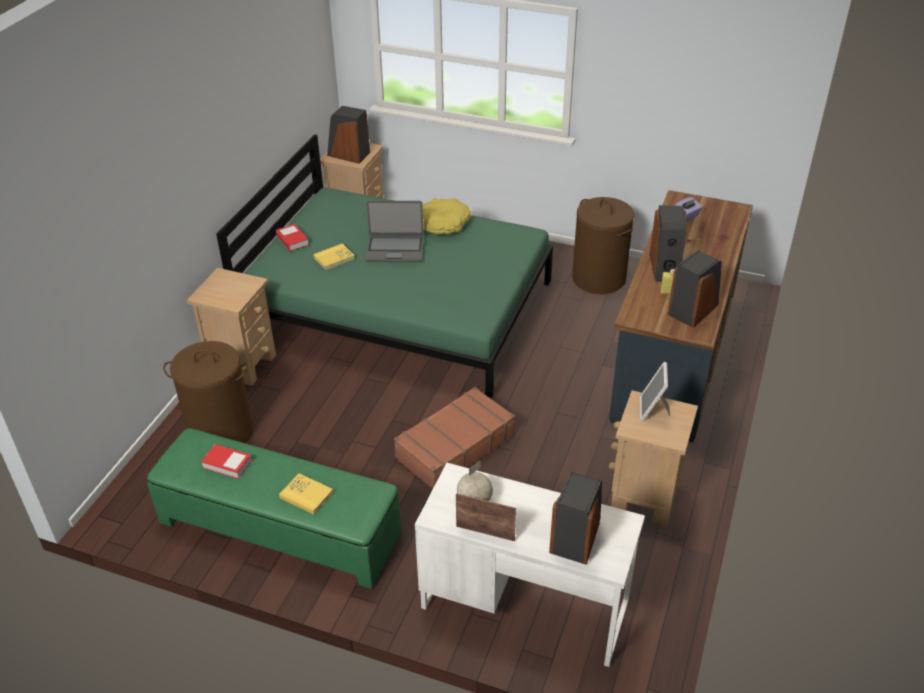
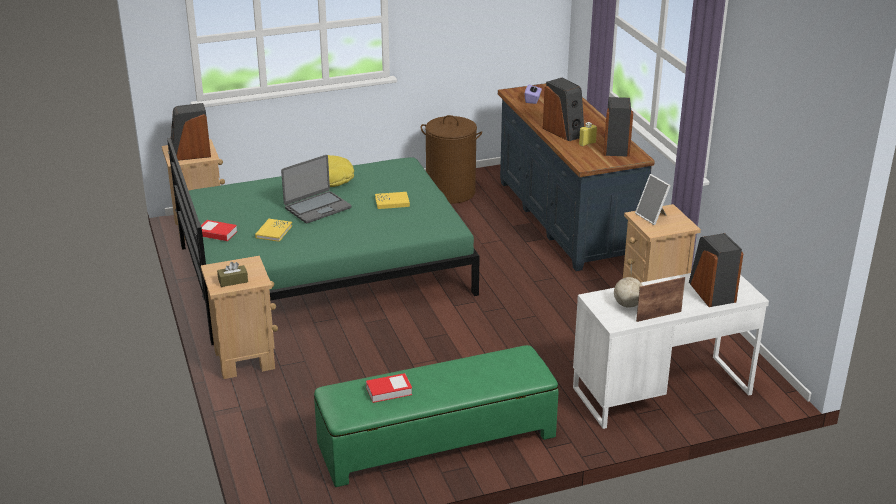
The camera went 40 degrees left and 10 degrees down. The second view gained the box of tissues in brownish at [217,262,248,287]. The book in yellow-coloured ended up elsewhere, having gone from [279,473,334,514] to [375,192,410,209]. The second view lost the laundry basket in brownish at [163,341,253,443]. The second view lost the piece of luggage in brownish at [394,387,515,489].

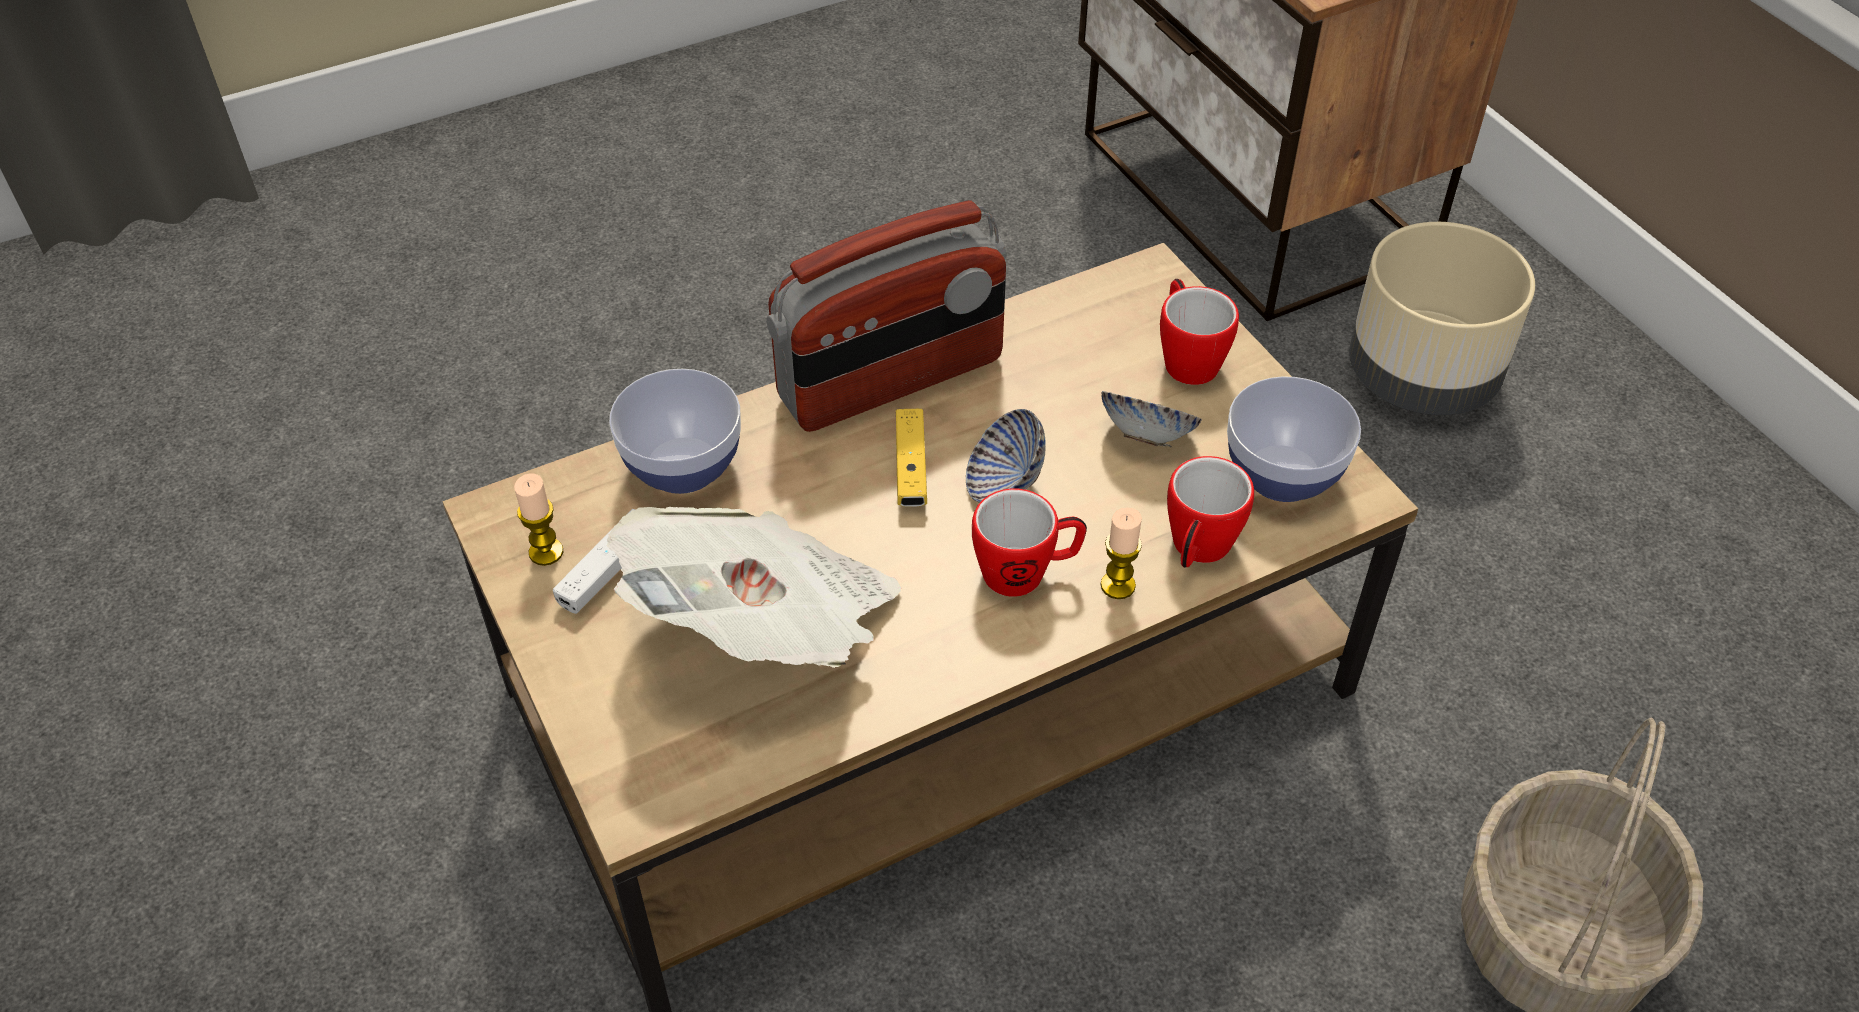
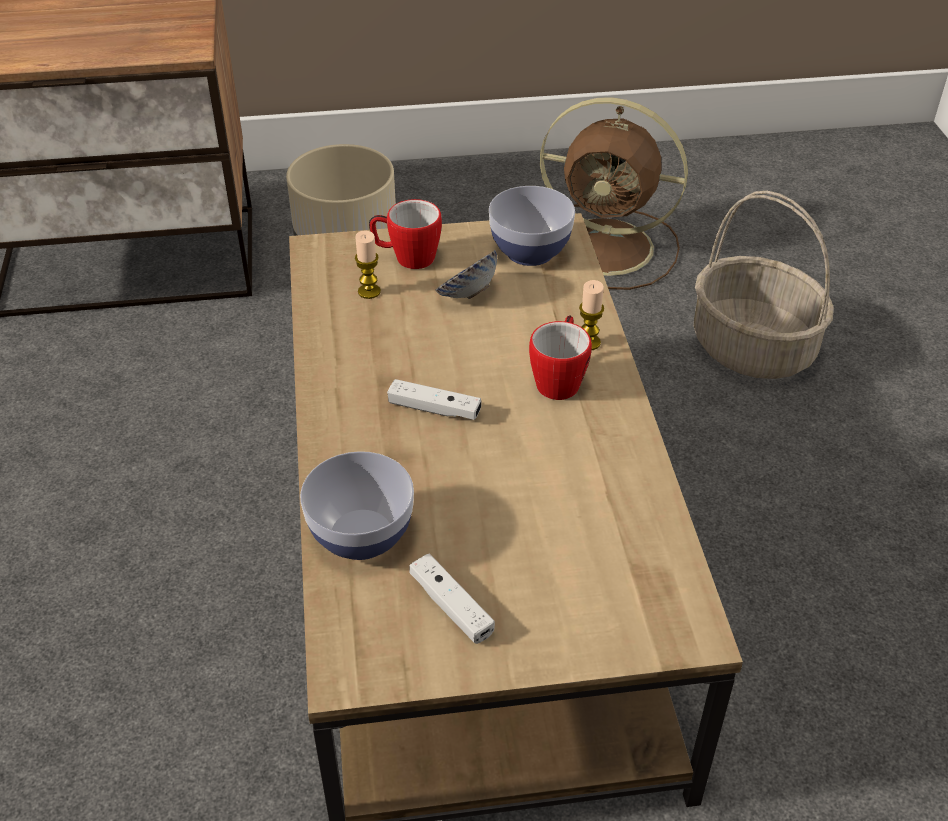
The camera went 70 degrees left and 5 degrees down. The wax light ended up elsewhere, having gone from [514,473,564,566] to [355,230,381,299]. What was the game controller in yellow-coloured at [896,409,927,507] turned into the game controller in white-coloured at [387,379,481,420]. The second view gained the electric fan in brownish at [540,97,688,290]. The second view lost the printed paper at [607,507,901,668]. The second view lost the radio at [766,200,1006,432]. The second view lost the bowl at [966,409,1046,503]. The second view lost the tea mug at [1167,456,1254,568].

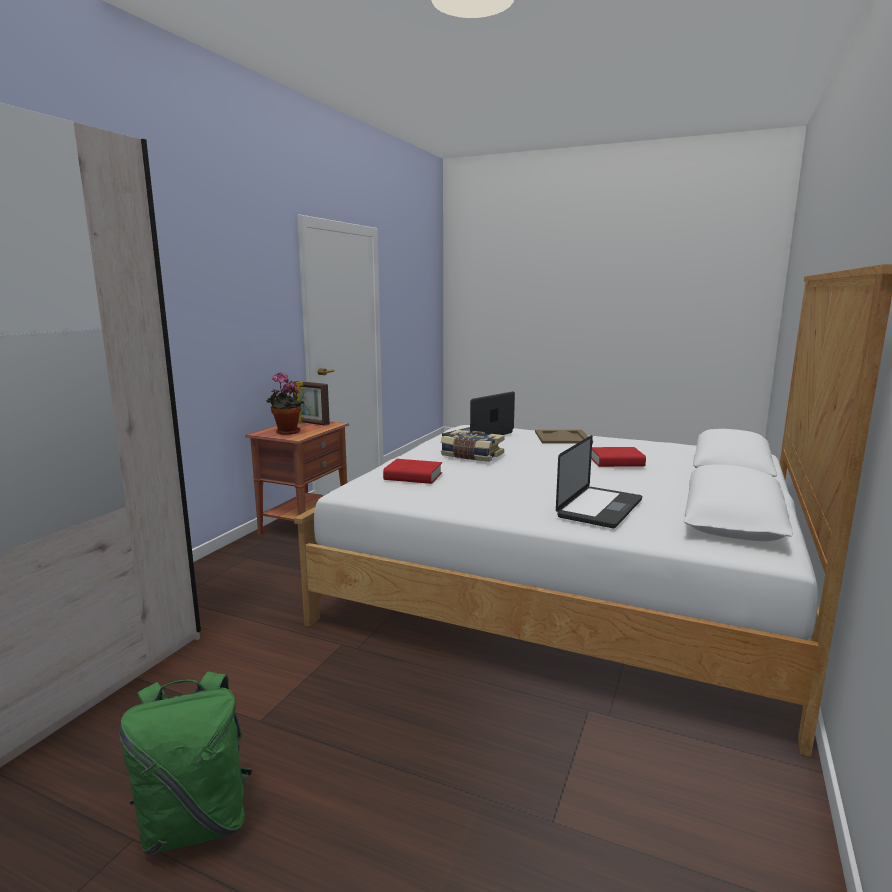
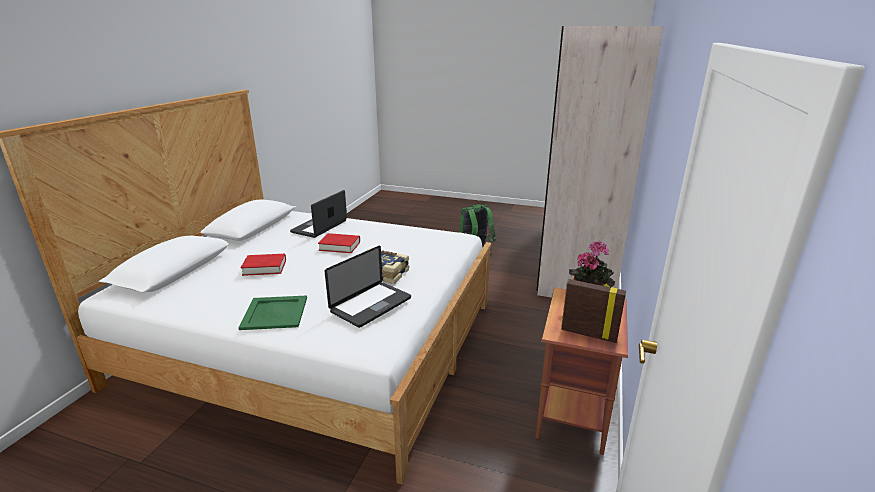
The camera went 175 degrees right and 10 degrees up. What was the serving tray in beige at [535,430,593,444] turned into the serving tray in green at [238,295,307,330]. The book in red ended up elsewhere, having gone from [383,459,442,484] to [318,233,360,253].

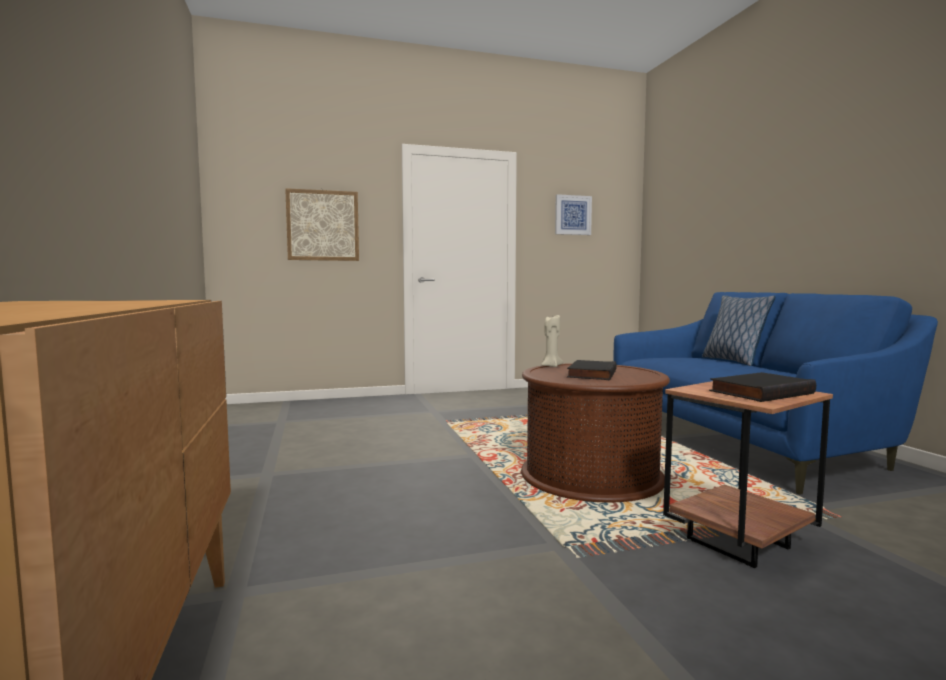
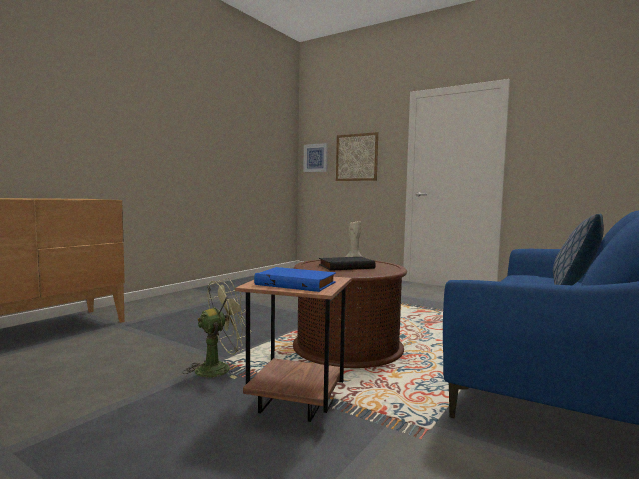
The camera went 50 degrees right and 0 degrees up. The second view gained the electric fan in green at [182,278,252,379]. What was the book in blackish at [709,372,816,402] turned into the book in blue-coloured at [254,267,336,292]. The wall picture ended up elsewhere, having gone from [555,194,592,235] to [303,143,328,172].

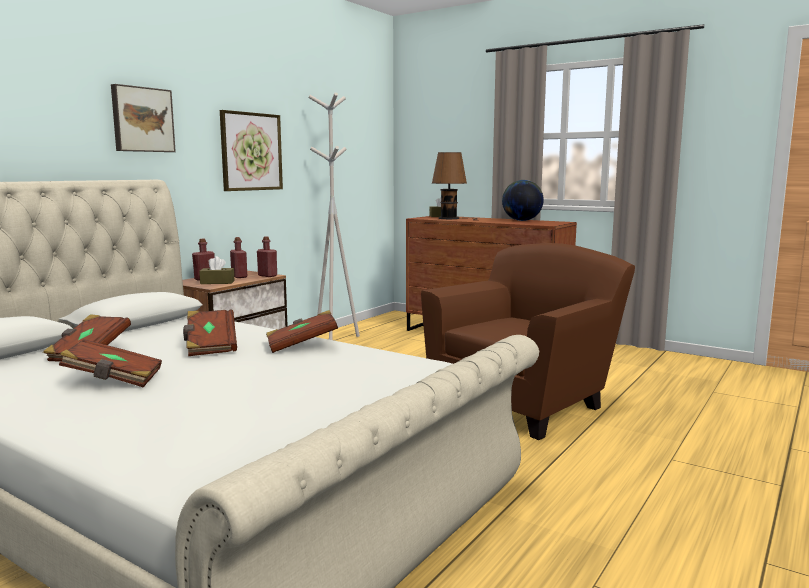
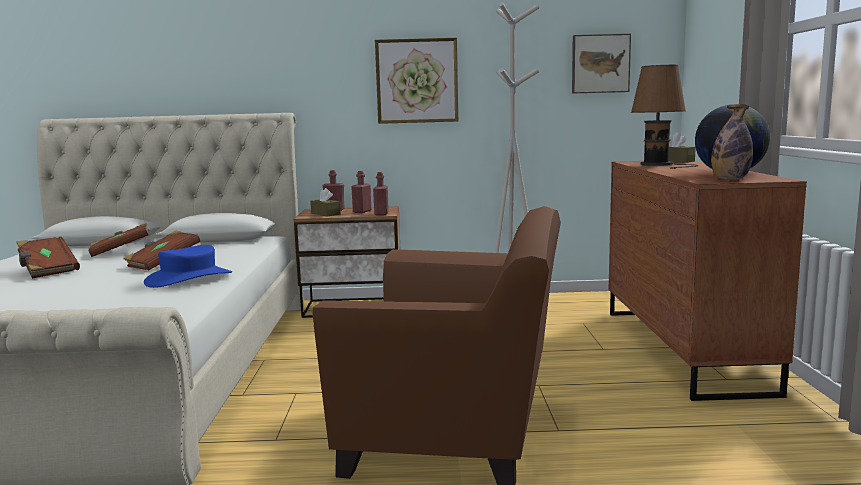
The camera went 55 degrees right and 0 degrees up. Where the book in brownish stood at [266,310,338,353], the hat in blue-coloured came to stand at [144,245,232,288]. The wall picture ended up elsewhere, having gone from [111,84,176,152] to [572,34,631,94]. The second view gained the drink bottle at [711,104,753,180].

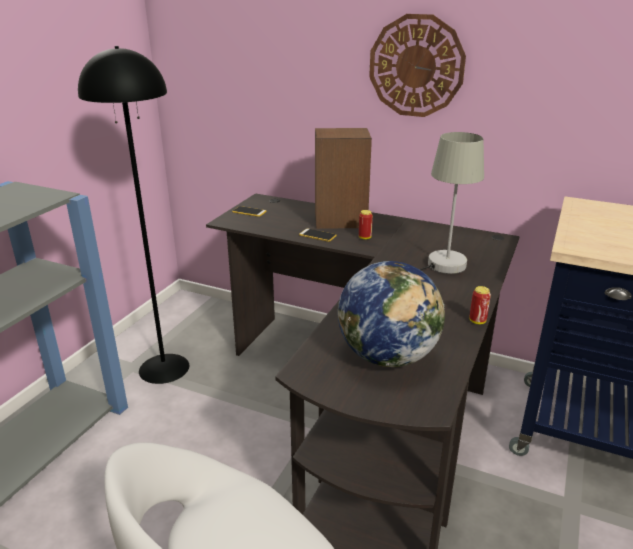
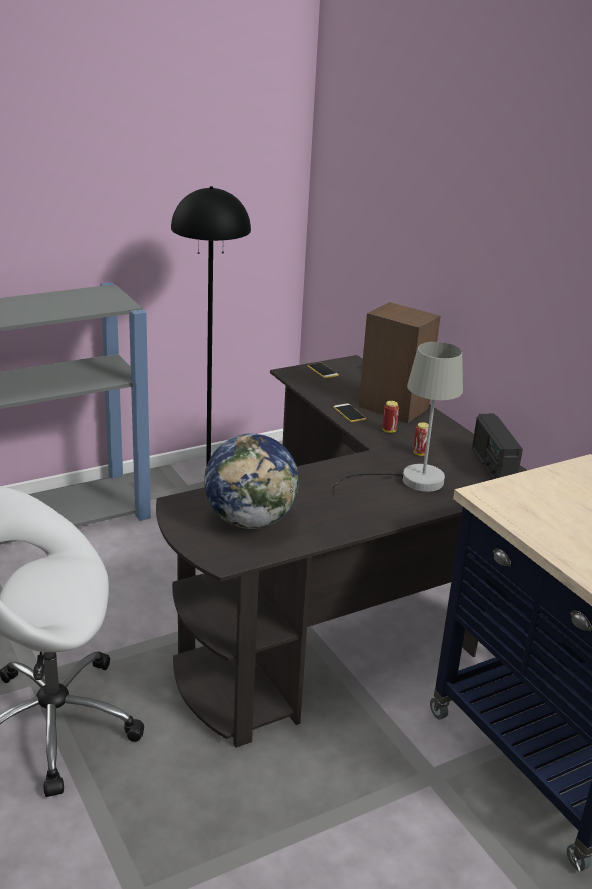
The camera went 35 degrees right and 0 degrees up. The can ended up elsewhere, having gone from [470,286,491,324] to [413,422,429,456]. The second view gained the radio at [472,413,523,479]. The second view lost the wall clock at [369,14,466,117].

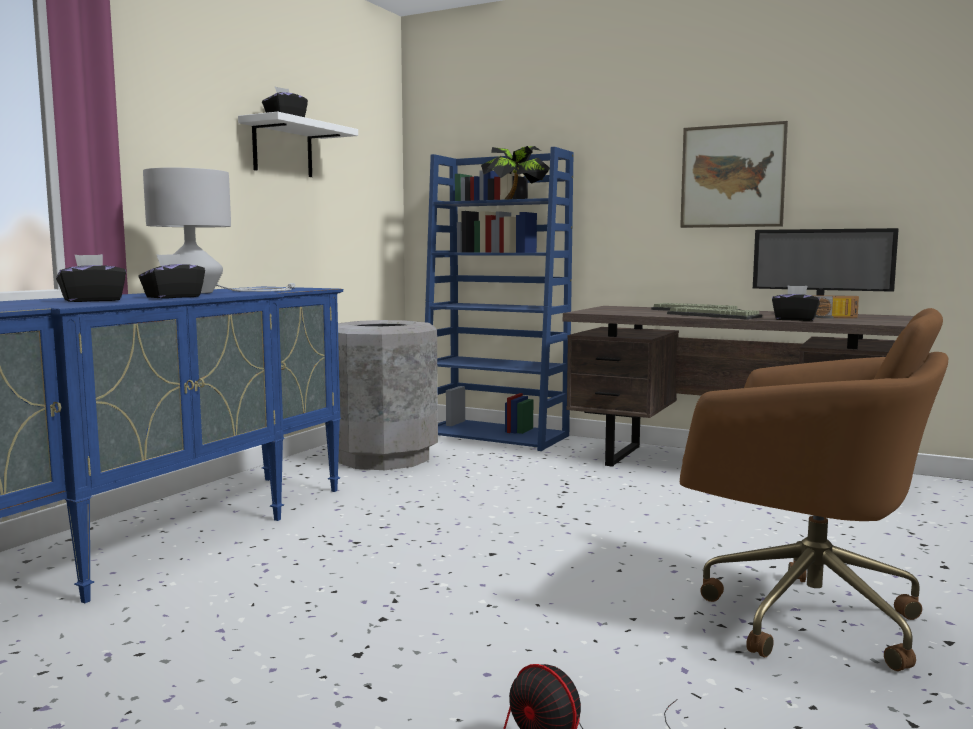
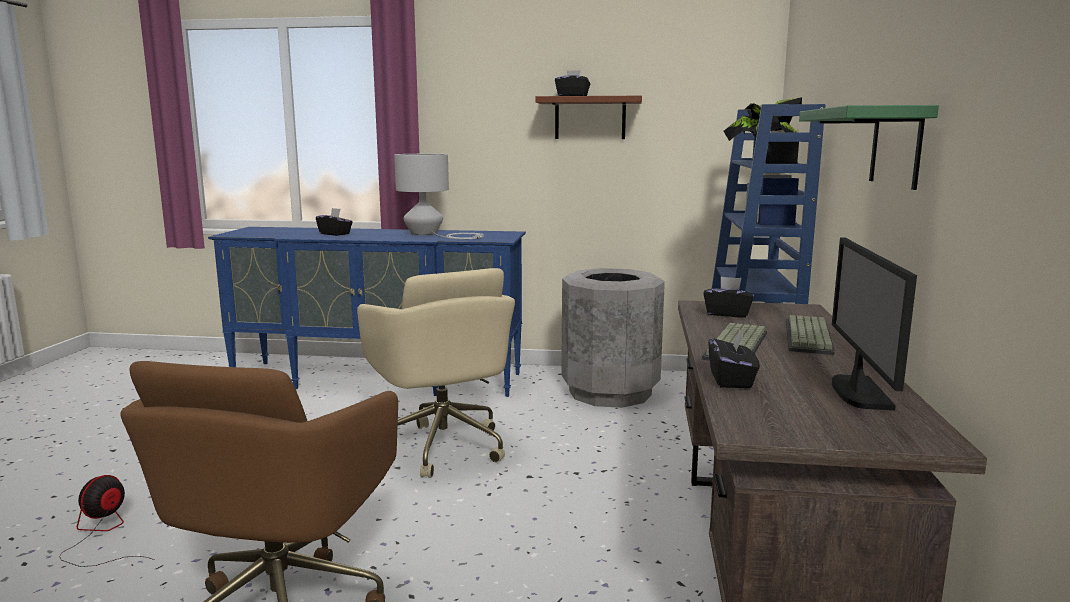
The camera went 70 degrees right and 5 degrees up. The second view gained the desk chair in beige at [357,268,515,478]. What was the shelf in white-coloured at [238,112,358,177] turned into the shelf in brownish at [535,96,642,139]. The box of tissues in blackish ended up elsewhere, having gone from [138,254,205,299] to [704,277,754,318]. Where the wall picture hung at [680,121,788,228], the shelf in green came to hang at [799,105,939,190]. The second view lost the radio at [815,296,859,319].

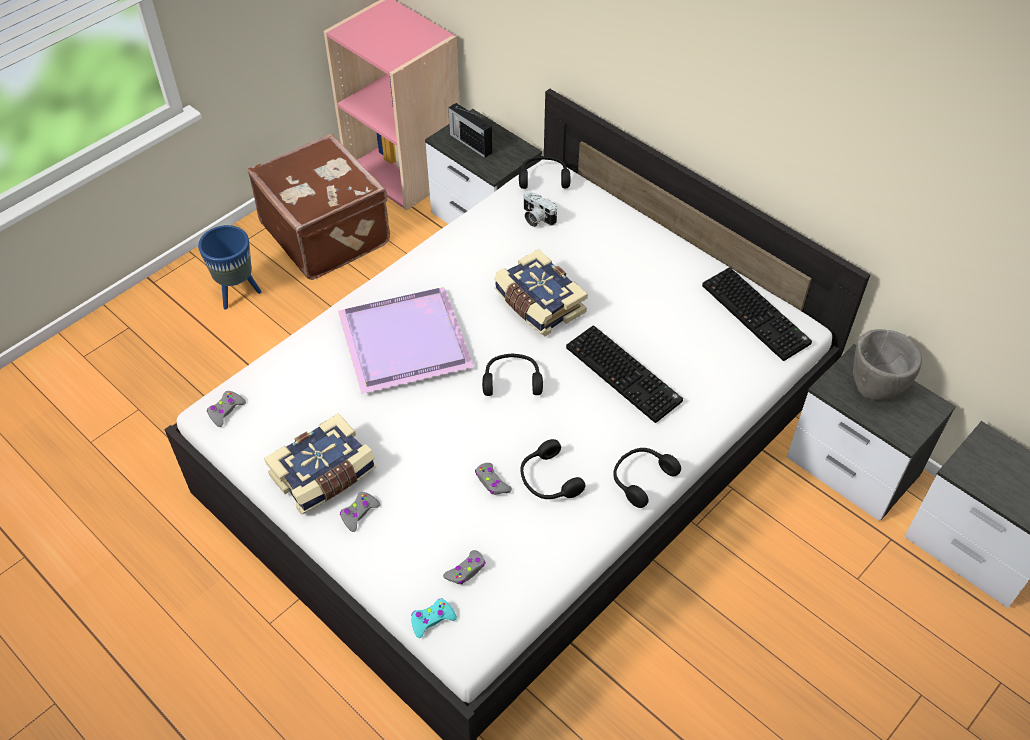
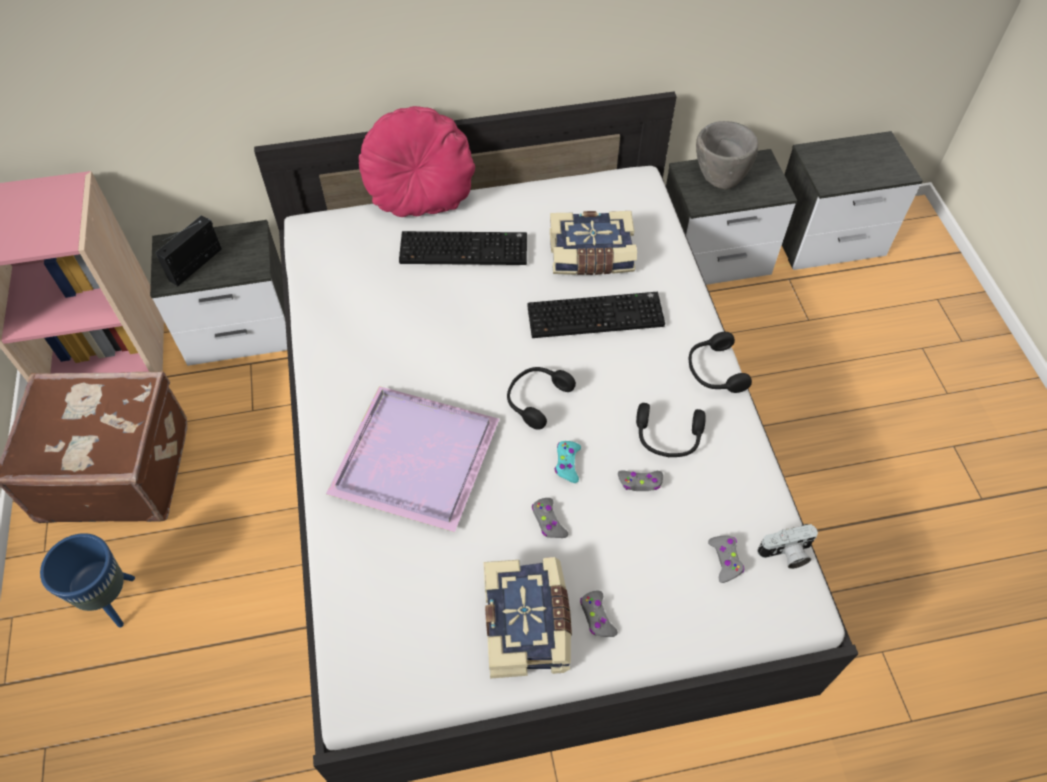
The camera went 55 degrees left and 5 degrees up. The radio at [448,103,492,158] ended up facing another way, 135 degrees clockwise from before. The second view gained the throw pillow in pink-coloured at [359,106,475,217]. The computer keyboard ended up elsewhere, having gone from [702,267,812,361] to [399,231,527,265]. The game controller in greyish ended up elsewhere, having gone from [207,391,246,427] to [532,498,568,538]. The book ended up elsewhere, having gone from [494,249,588,337] to [550,211,637,275]. The game controller in turquoise-coloured ended up elsewhere, having gone from [411,598,457,638] to [555,441,581,483]. The still camera ended up elsewhere, having gone from [524,190,557,227] to [757,524,818,569]. The second view lost the headset in blackish at [519,156,571,189].

